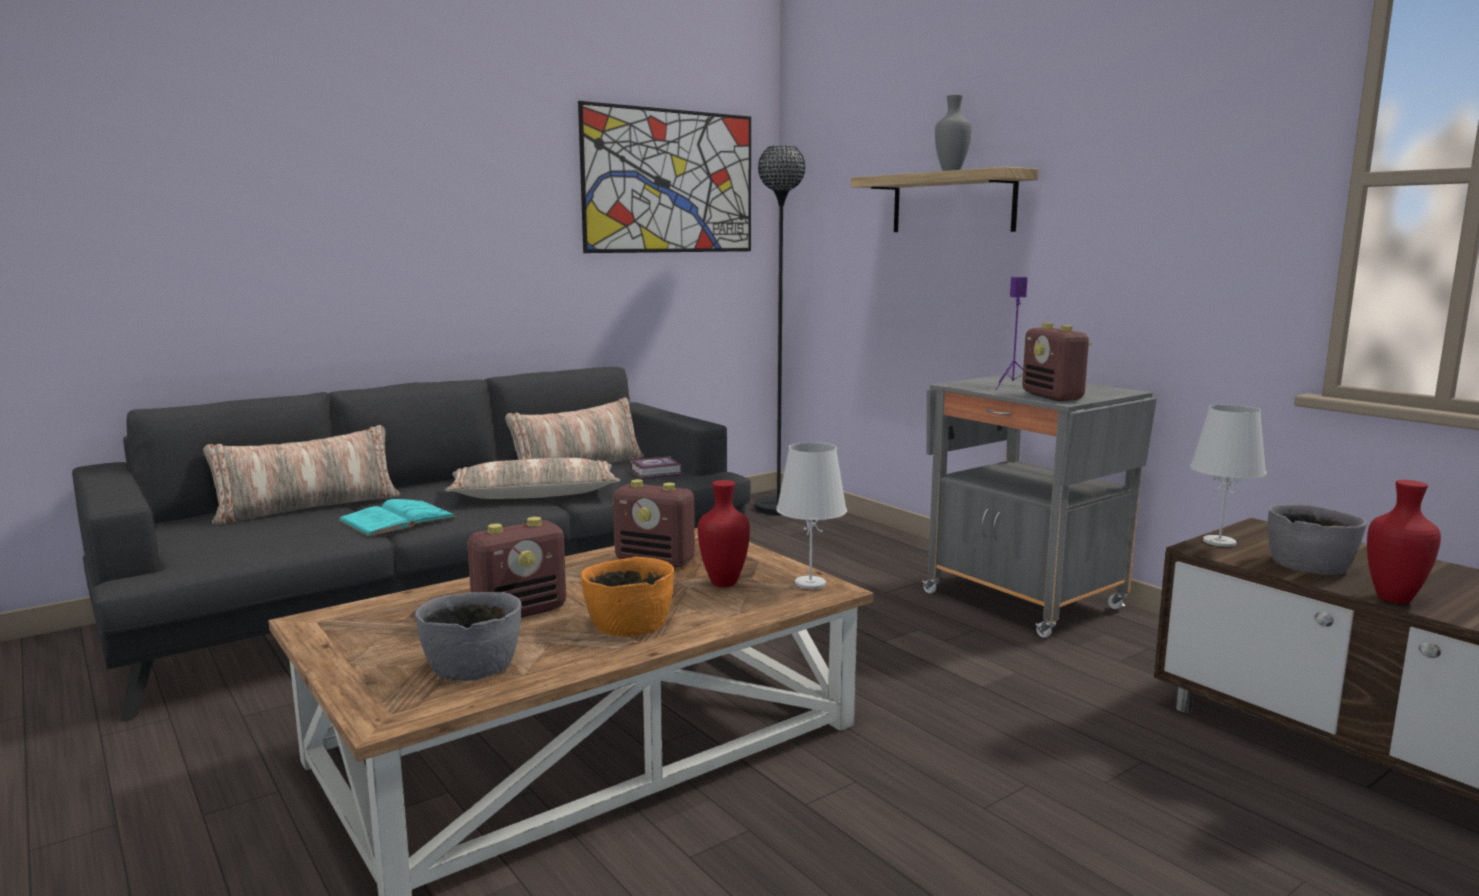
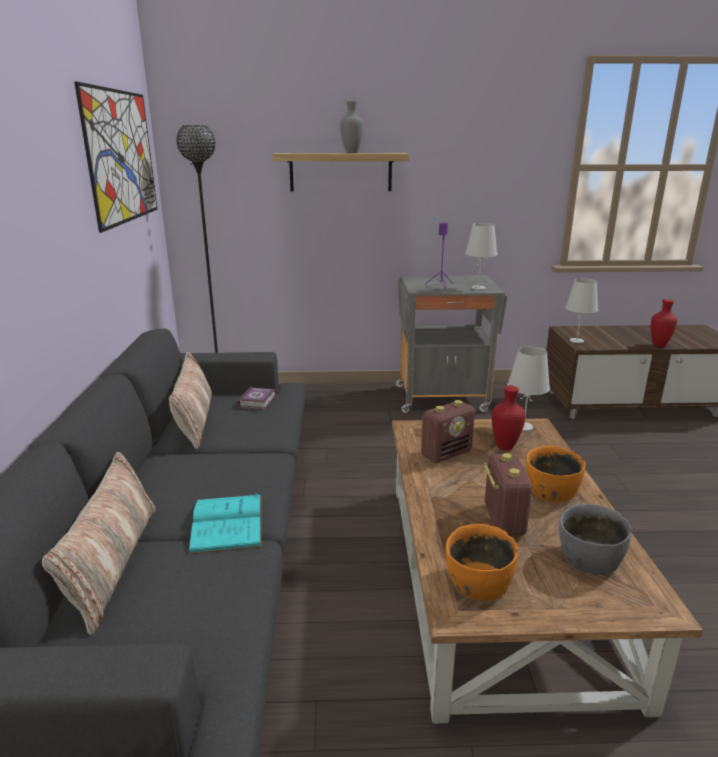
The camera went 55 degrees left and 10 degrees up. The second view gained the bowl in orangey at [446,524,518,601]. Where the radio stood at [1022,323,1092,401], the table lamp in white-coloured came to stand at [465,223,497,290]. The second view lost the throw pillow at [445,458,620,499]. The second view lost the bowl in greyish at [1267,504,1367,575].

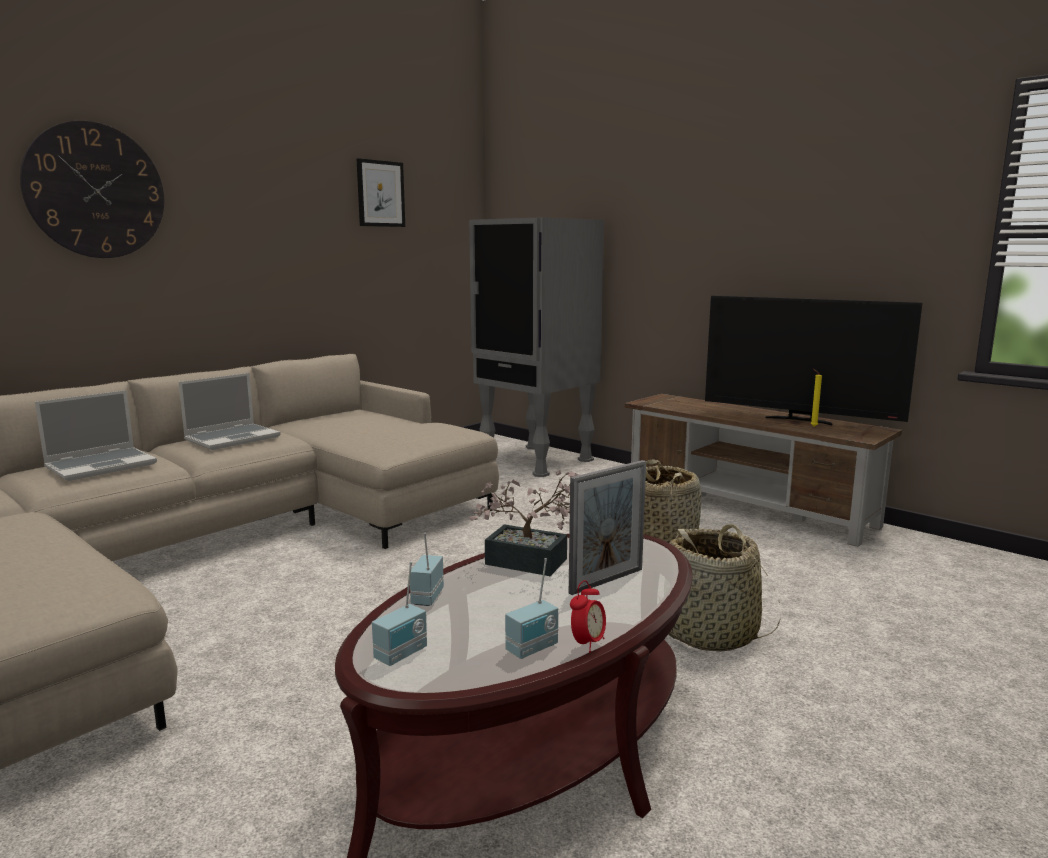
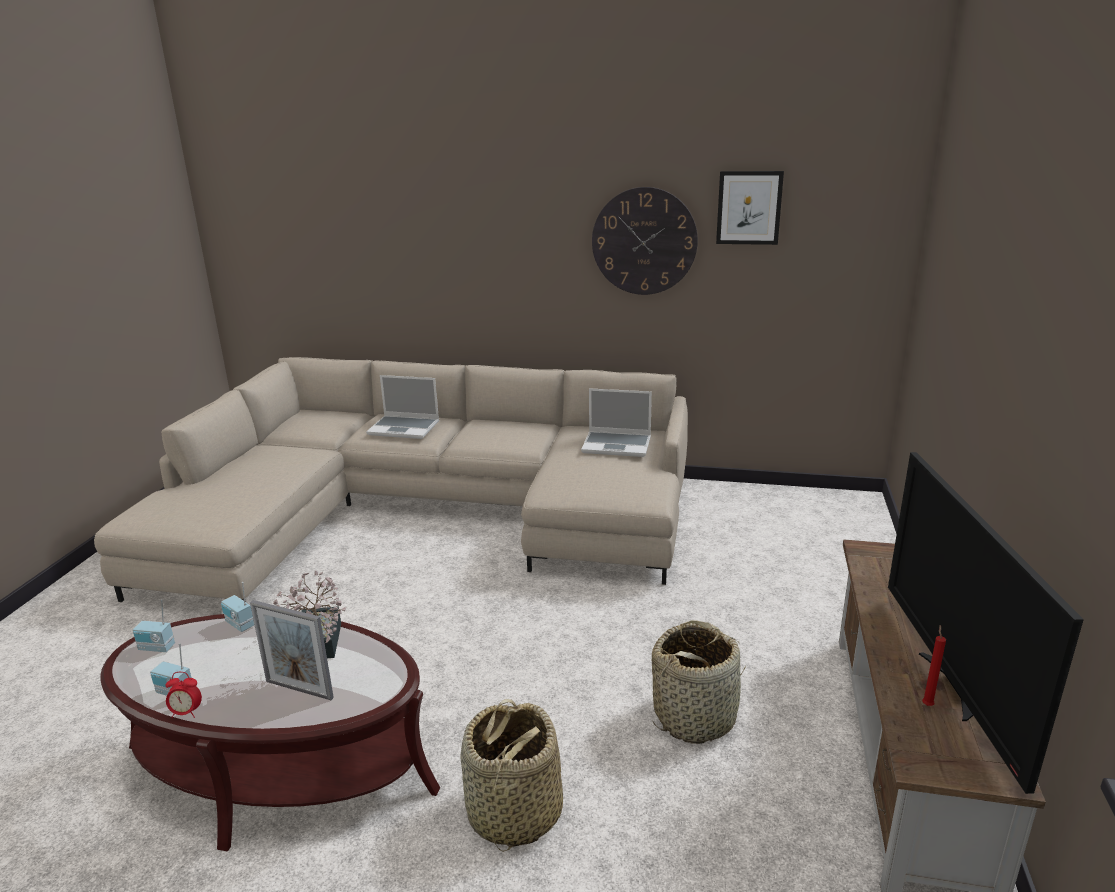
The camera went 60 degrees right and 10 degrees up. The radio at [410,533,444,606] ended up facing another way, 120 degrees counterclockwise from before. The notebook computer ended up elsewhere, having gone from [179,373,281,450] to [581,388,652,457]. The wall clock ended up elsewhere, having gone from [20,121,164,258] to [592,187,698,295]. What was the wax light in yellow-coloured at [810,369,822,427] turned into the wax light in red at [922,625,946,706]. The second view lost the cabinet in greyish at [469,217,604,477].

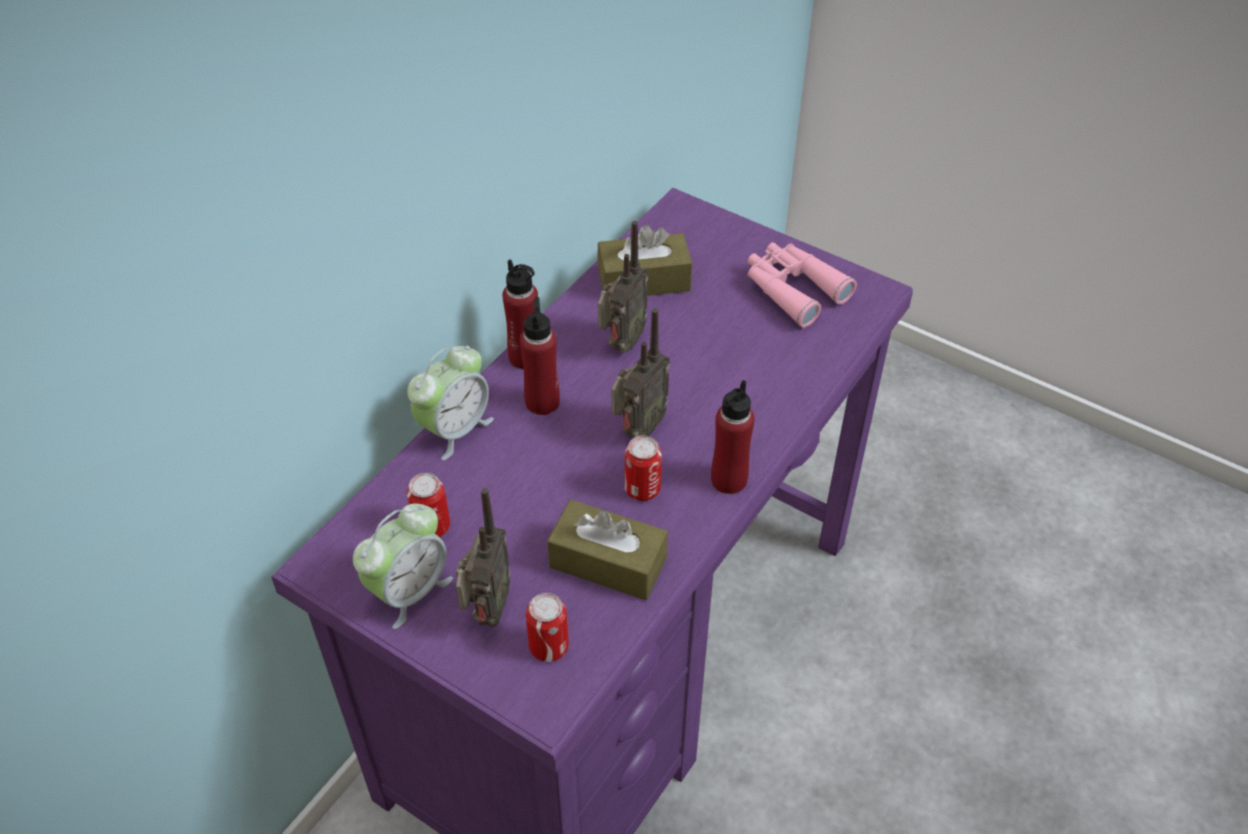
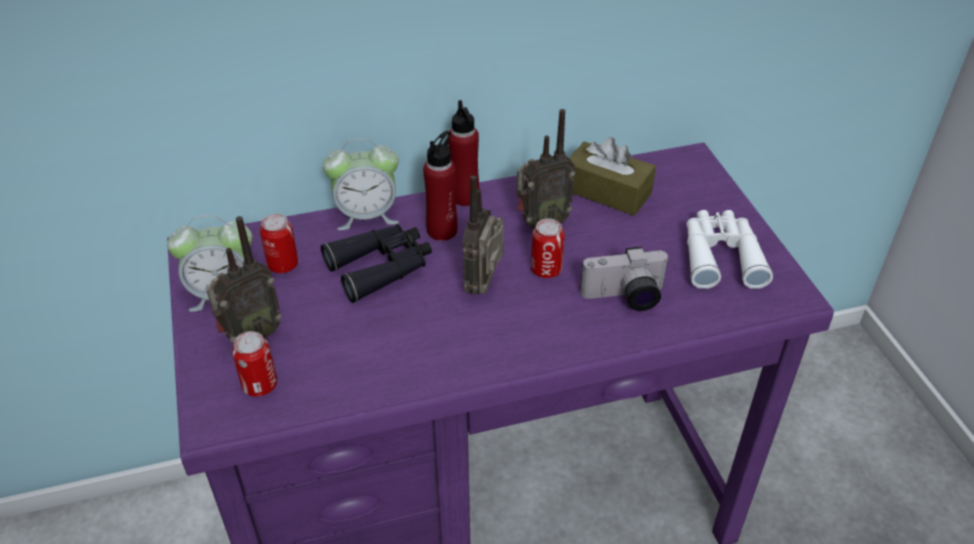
The camera went 40 degrees right and 5 degrees down. The second view gained the field glasses in blackish at [321,224,432,303]. The radio at [611,308,670,438] ended up facing another way, 120 degrees clockwise from before. The can ended up elsewhere, having gone from [625,436,662,501] to [531,218,565,278]. The second view gained the still camera at [580,246,670,311]. What was the field glasses in pink-coloured at [747,242,857,328] turned into the field glasses in white-coloured at [687,210,773,289]. The second view lost the box of tissues in brownish at [547,499,668,600]. The second view lost the drink bottle in red at [711,380,755,494].

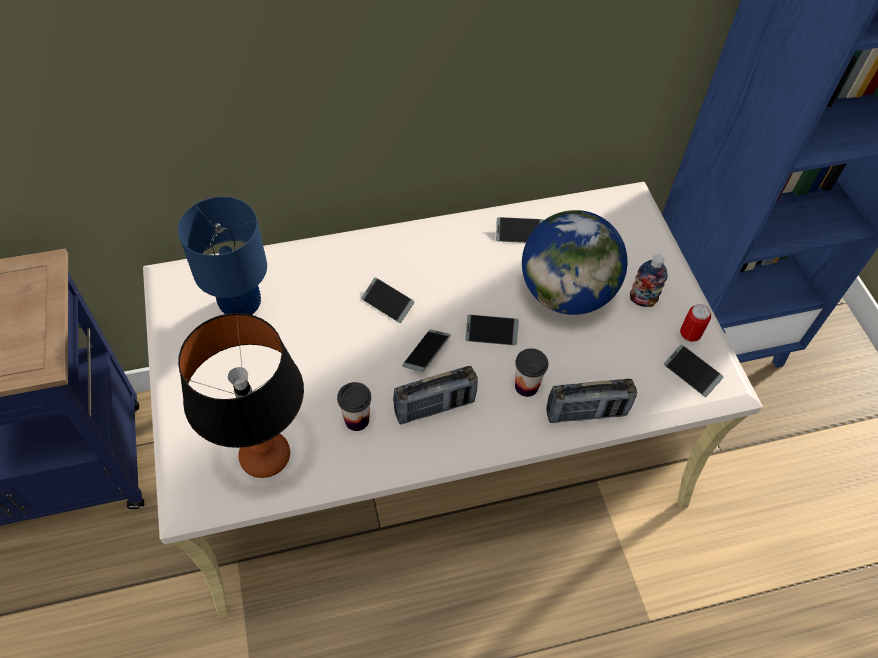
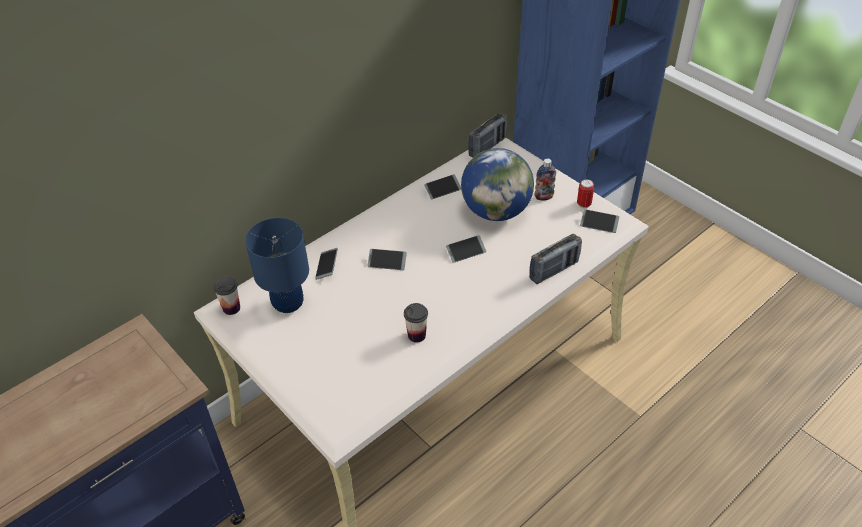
The camera went 25 degrees left and 10 degrees down. The cup ended up elsewhere, having gone from [515,348,548,397] to [213,276,240,315]. The phone ended up elsewhere, having gone from [402,329,450,372] to [315,248,338,280]. The radio ended up elsewhere, having gone from [393,366,478,425] to [468,113,507,158]. The second view lost the table lamp at [178,313,304,478].

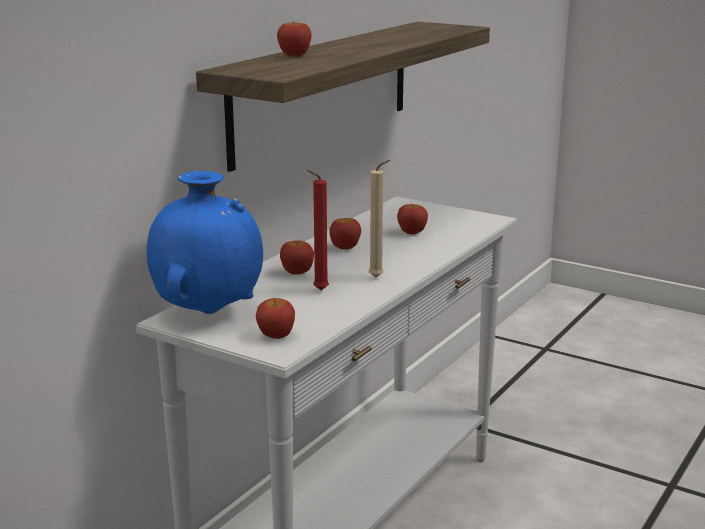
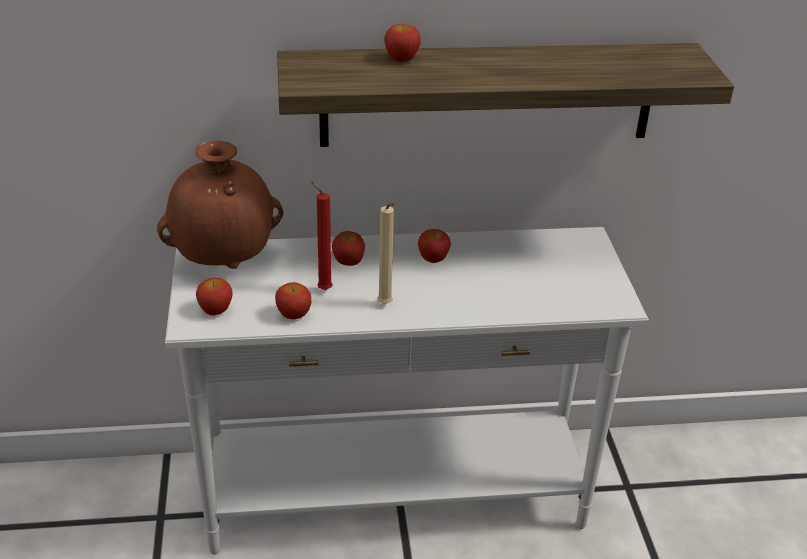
The camera went 50 degrees right and 15 degrees up. What was the vase in blue-coloured at [147,171,263,314] turned into the vase in brownish at [157,141,283,269]. The apple ended up elsewhere, having gone from [397,204,428,235] to [275,282,311,319].

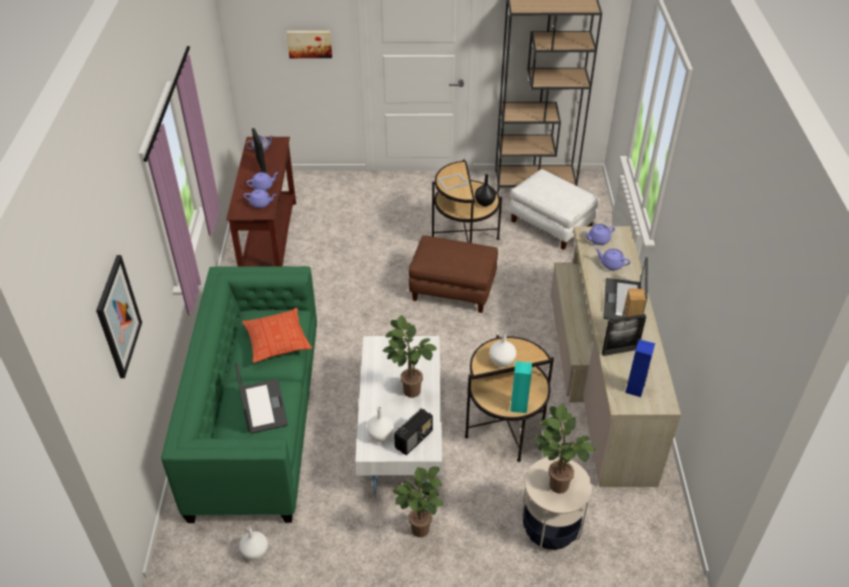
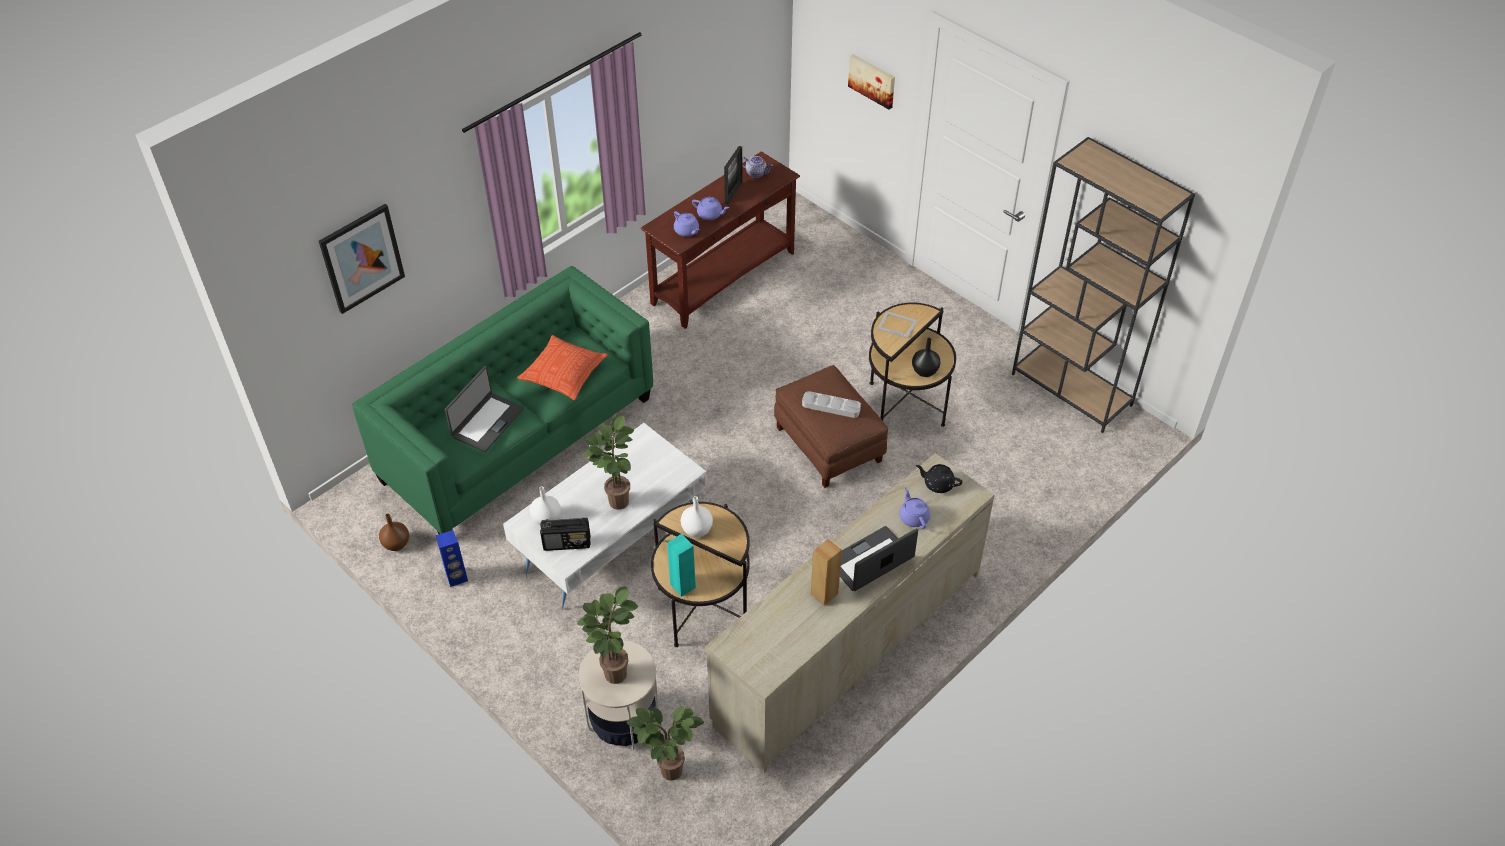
The camera went 45 degrees right and 5 degrees up. What was the vase in white-coloured at [239,526,268,560] turned into the vase in brownish at [379,514,409,551]. The audio speaker in blue-coloured ended up elsewhere, having gone from [625,339,655,397] to [435,530,468,587]. The plant in a pot ended up elsewhere, having gone from [393,466,444,537] to [626,706,704,781]. The second view gained the serving tray in greyish at [802,391,861,418]. What was the teapot in purple at [584,224,615,245] turned into the teapot in blackish at [916,464,962,493]. The second view lost the footrest in white-coloured at [509,169,599,250]. The second view lost the standing frame at [602,314,646,356].

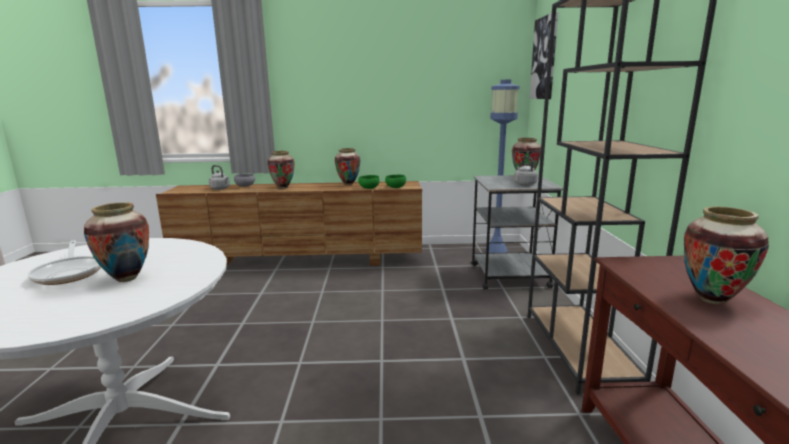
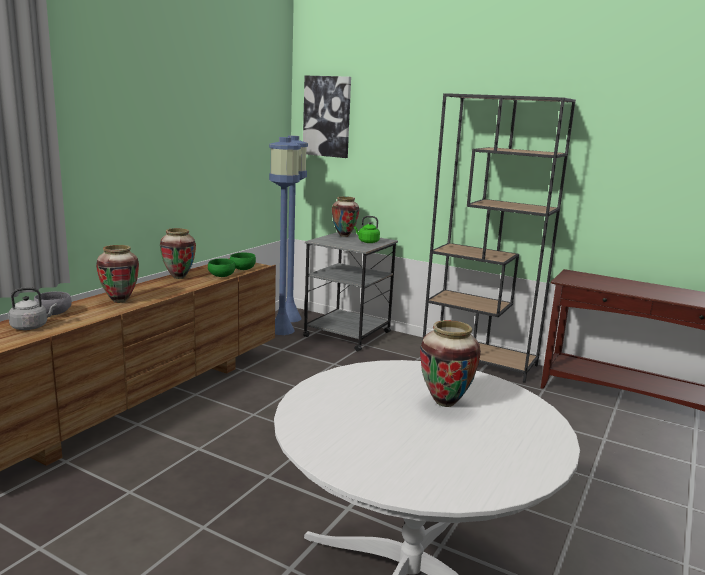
The camera went 60 degrees left and 0 degrees up. The second view gained the standing lamp in blue-coloured at [269,137,301,335]. What was the kettle in greyish at [514,156,538,186] turned into the kettle in green at [354,216,380,243]. The second view lost the frying pan at [28,240,101,285]. The second view lost the vase at [684,207,769,305].

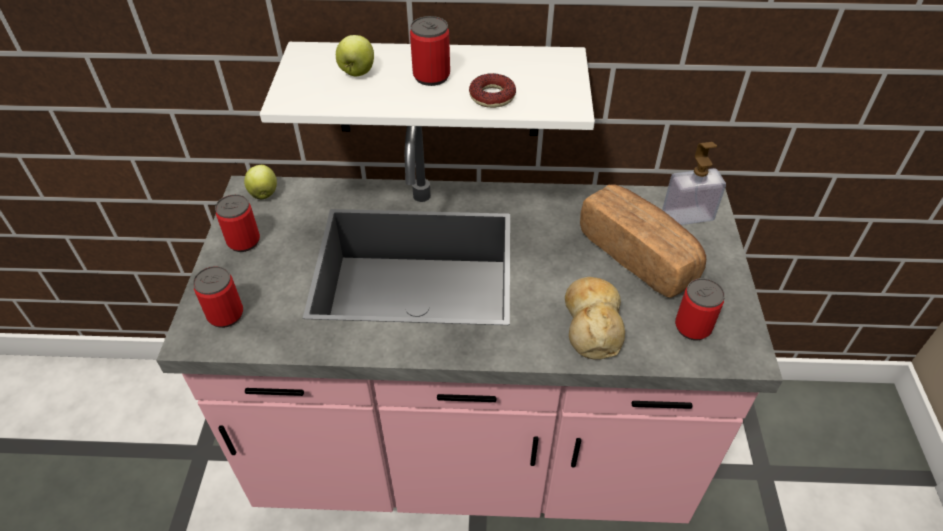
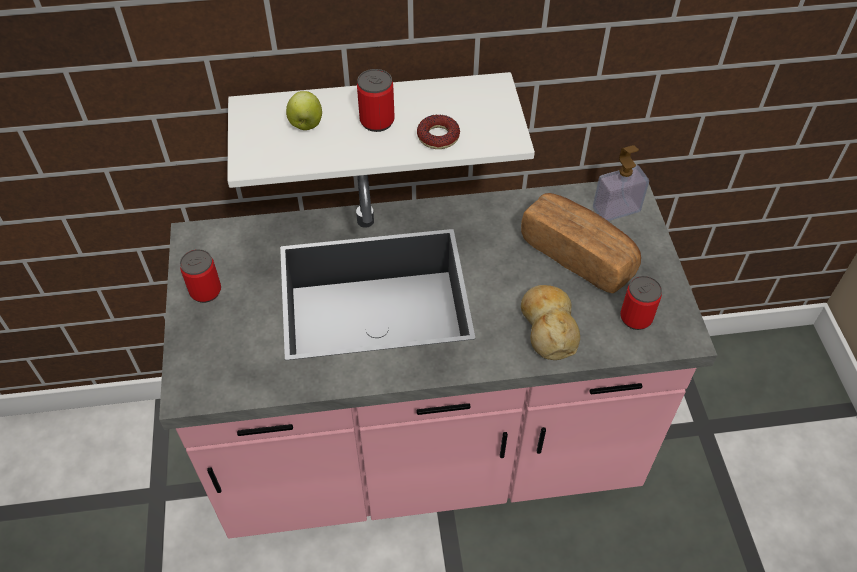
The camera went 10 degrees left and 5 degrees up. The second view lost the can at [193,266,243,328]. The second view lost the apple at [244,165,277,200].

